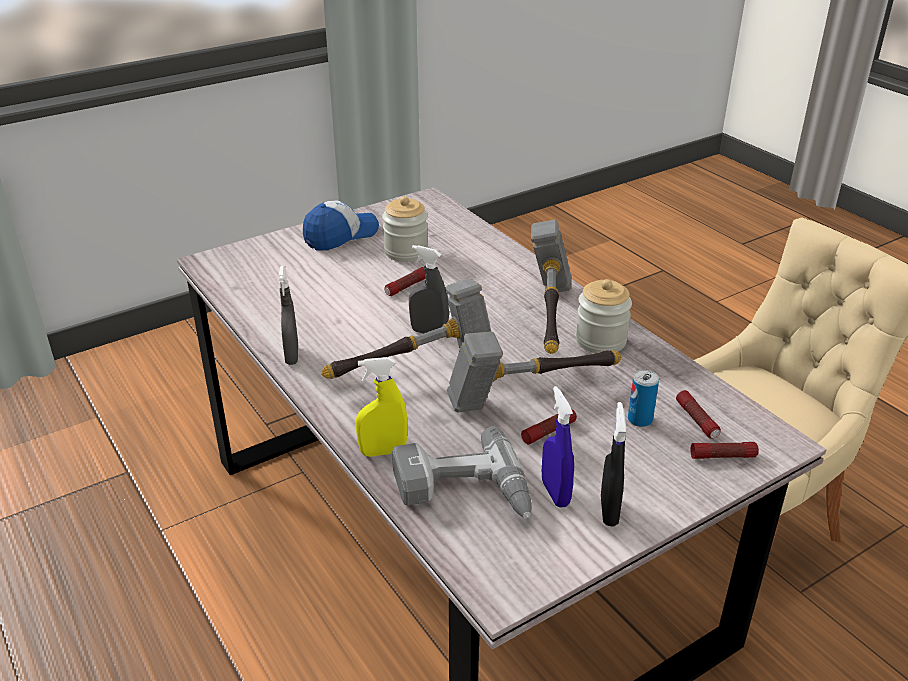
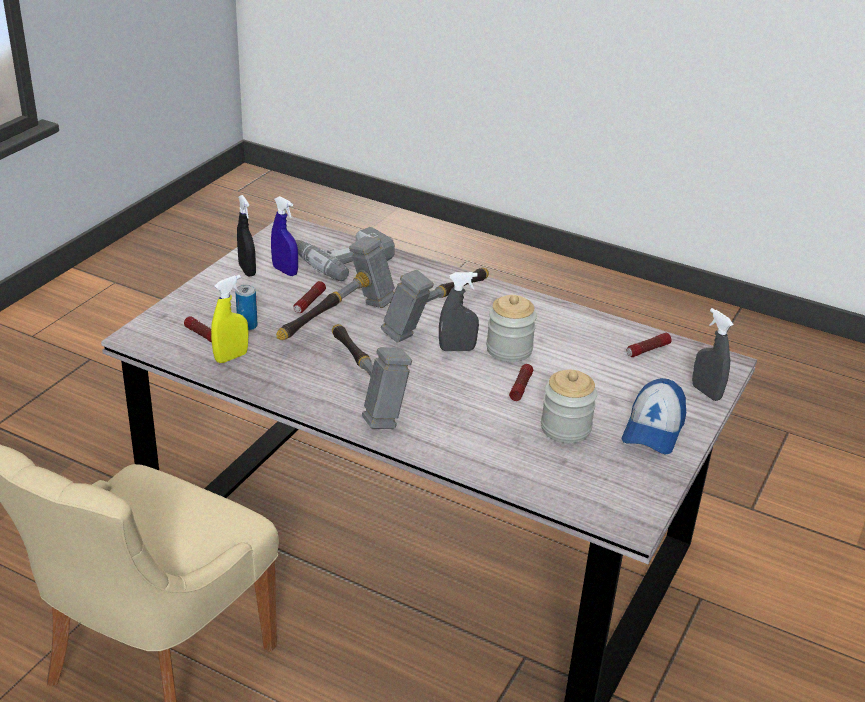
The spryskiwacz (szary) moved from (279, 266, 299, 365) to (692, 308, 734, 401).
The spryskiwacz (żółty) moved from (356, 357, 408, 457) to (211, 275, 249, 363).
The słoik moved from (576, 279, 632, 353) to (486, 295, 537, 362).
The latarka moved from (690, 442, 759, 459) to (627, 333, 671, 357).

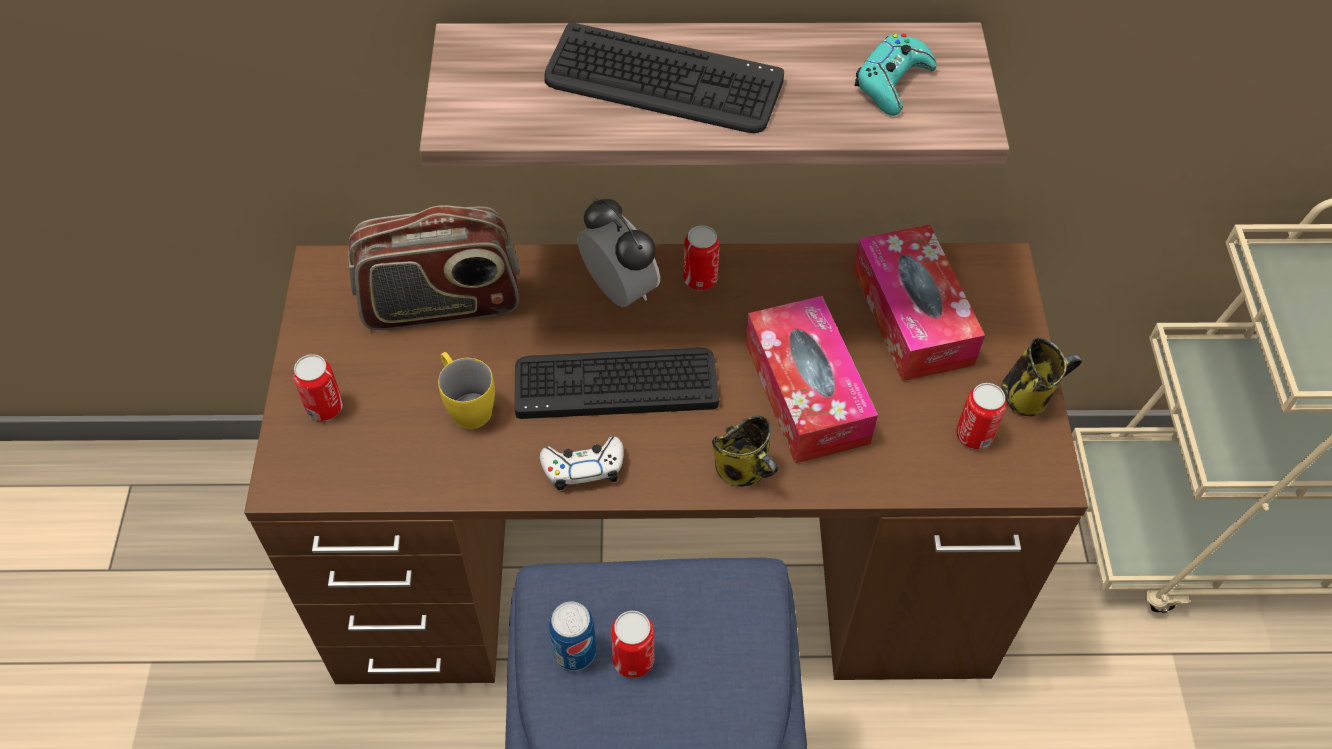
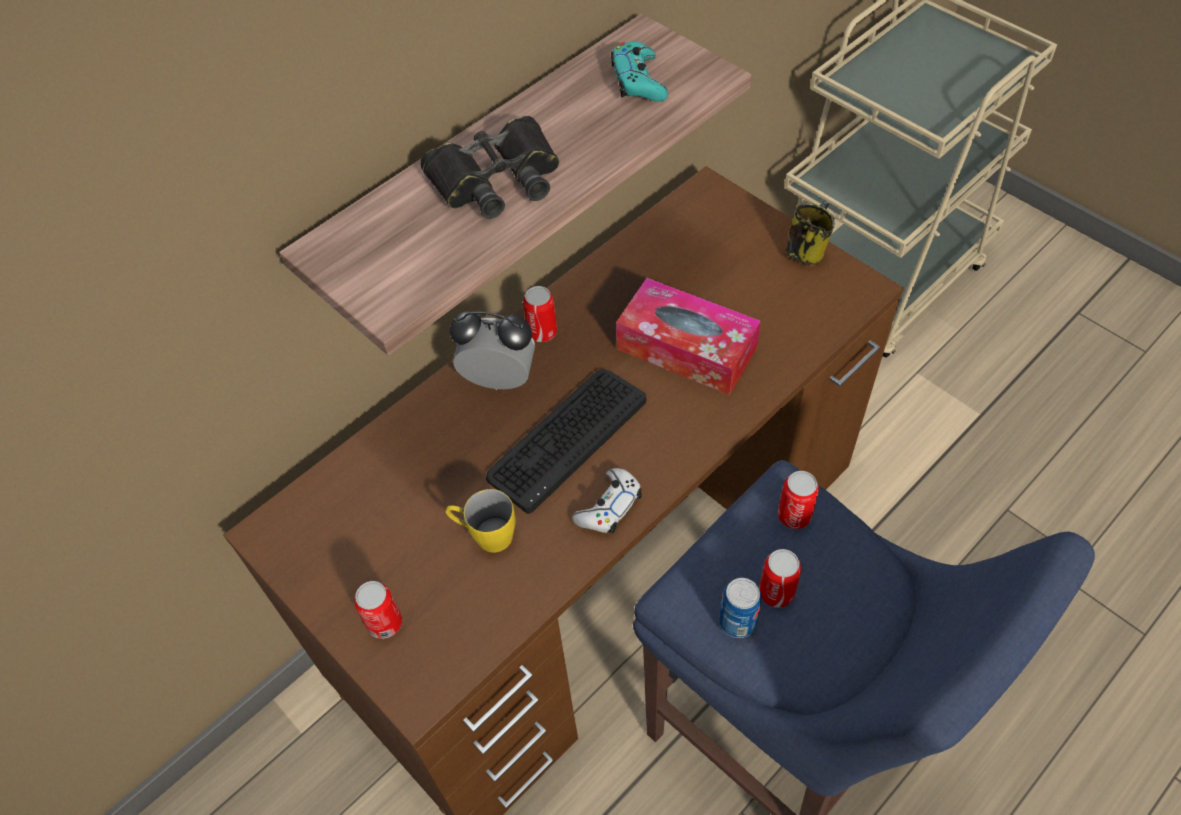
The radio at (348, 205, 520, 330) disappeared.
The klawiatura at (544, 23, 784, 133) was replaced by the lornetka (czarny) at (420, 116, 559, 219).
The kubek at (712, 416, 778, 487) disappeared.
The pudełko chusteczek at (853, 224, 985, 381) disappeared.
The puszka moved from (956, 383, 1006, 449) to (778, 471, 819, 529).

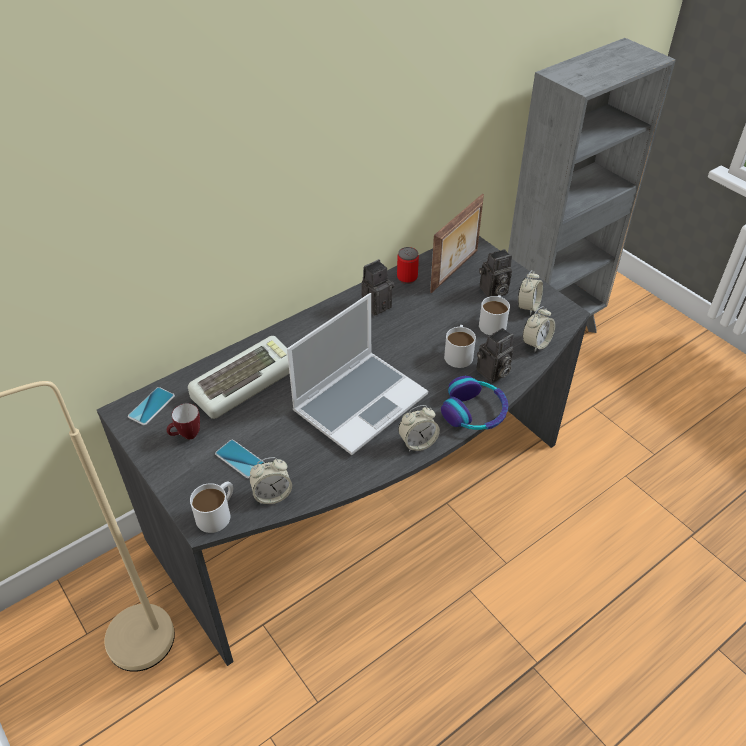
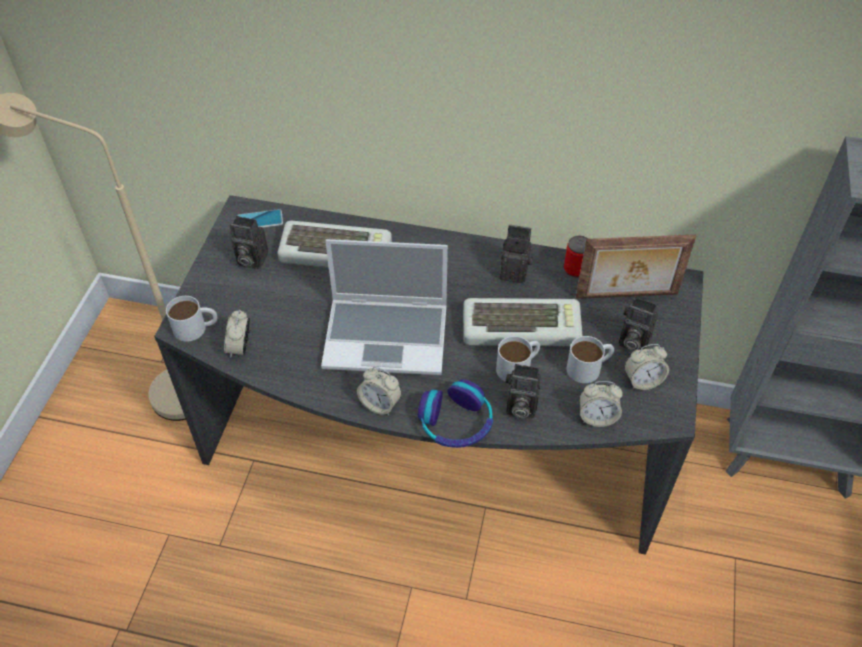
The kubek at (167, 403, 200, 439) was replaced by the aparat fotograficzny at (230, 216, 269, 269).
The telefon at (215, 440, 265, 479) disappeared.
The budzik at (249, 457, 292, 504) turned 60 degrees clockwise.
The klawiatura at (463, 298, 583, 346) appeared.

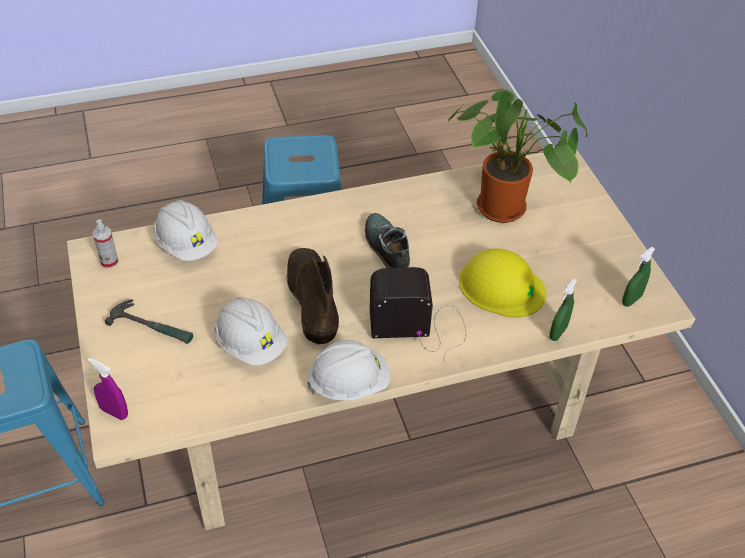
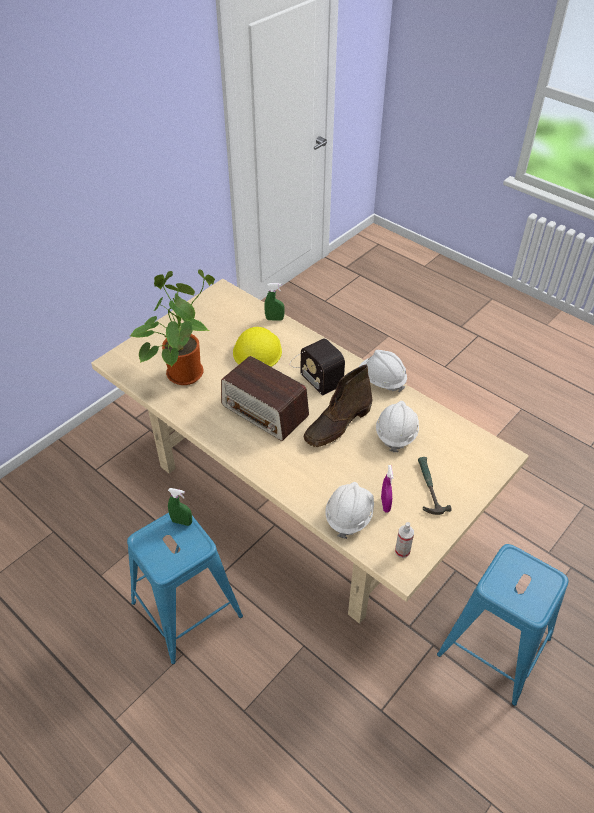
The spryskiwacz (fioletowy) moved from (88, 358, 128, 420) to (381, 465, 393, 512).
The but at (365, 213, 410, 268) was replaced by the radio at (221, 356, 309, 441).
The spryskiwacz (zielony) moved from (622, 247, 655, 307) to (168, 488, 192, 526).

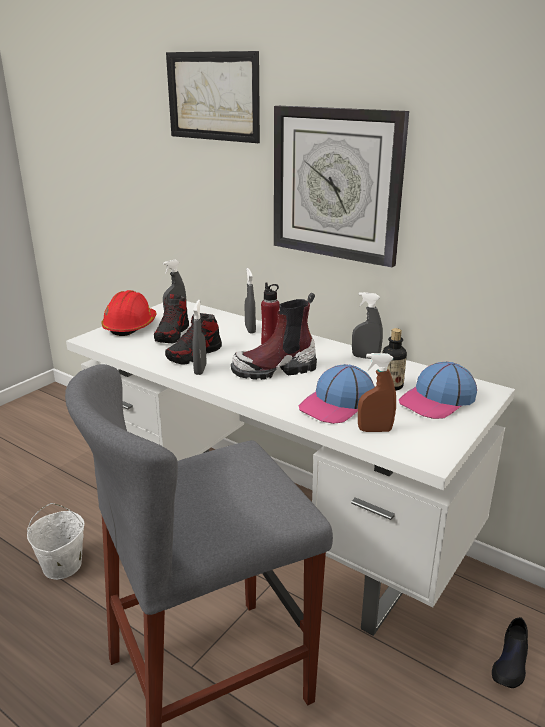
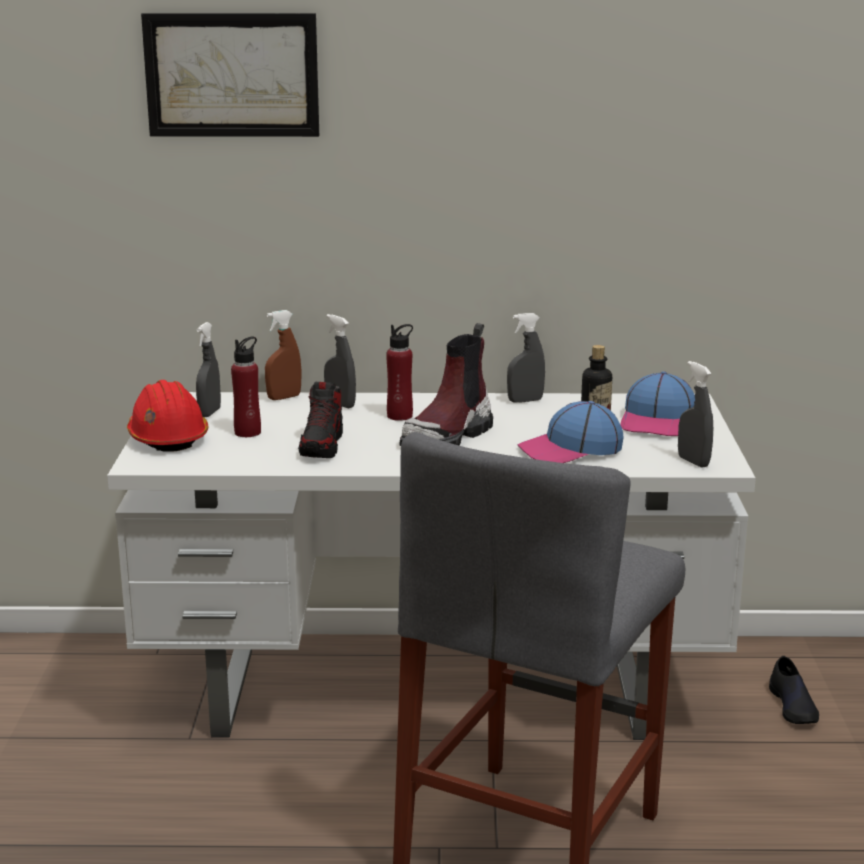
The wiadro (biały) at (27, 503, 84, 580) disappeared.
The but at (154, 294, 189, 343) was replaced by the butelka (czerwony) at (231, 337, 261, 437).
The spryskiwacz (szary) moved from (192, 300, 206, 375) to (678, 361, 713, 468).
The zegar ścienny at (274, 106, 409, 268) disappeared.
The czapka z daszkiem at (299, 364, 375, 424) turned 60 degrees clockwise.
The spryskiwacz (brązowy) moved from (358, 353, 396, 432) to (265, 310, 301, 400).

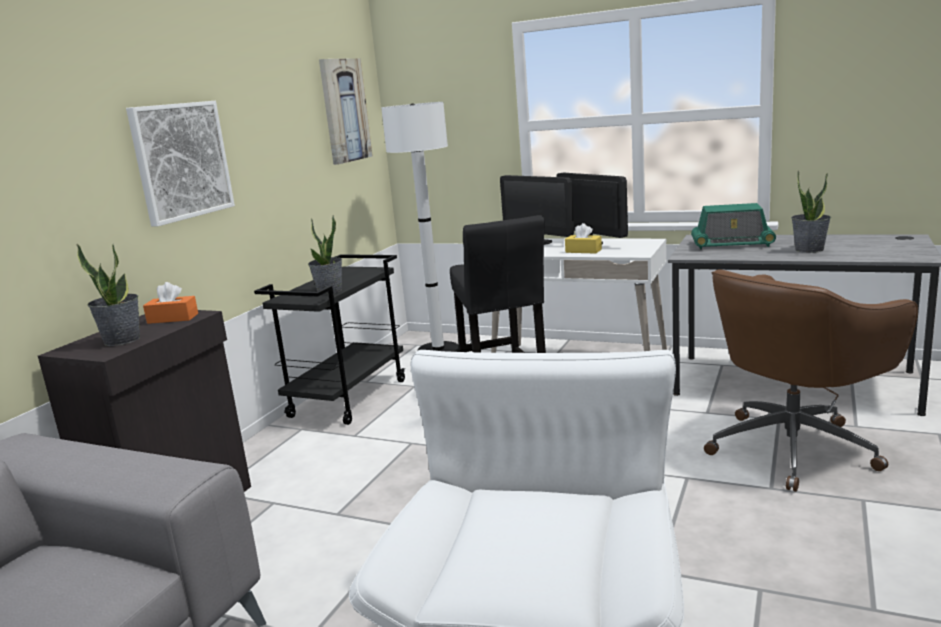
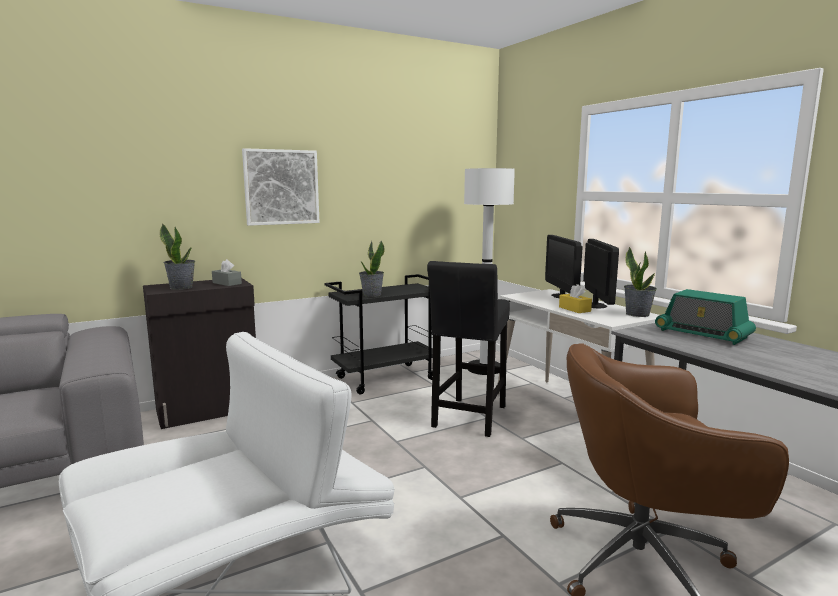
The pudełko chusteczek (pomarańczowy) at (143, 282, 198, 324) became the pudełko chusteczek (szary) at (212, 259, 242, 286).
The obraz at (319, 58, 373, 165) disappeared.
The roślina doniczkowa moved from (791, 171, 831, 253) to (624, 247, 657, 317).

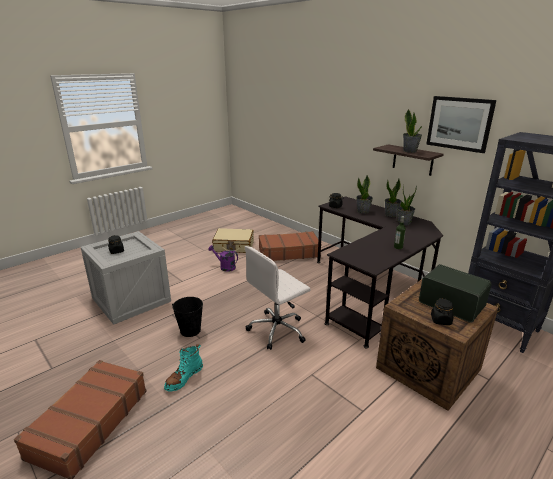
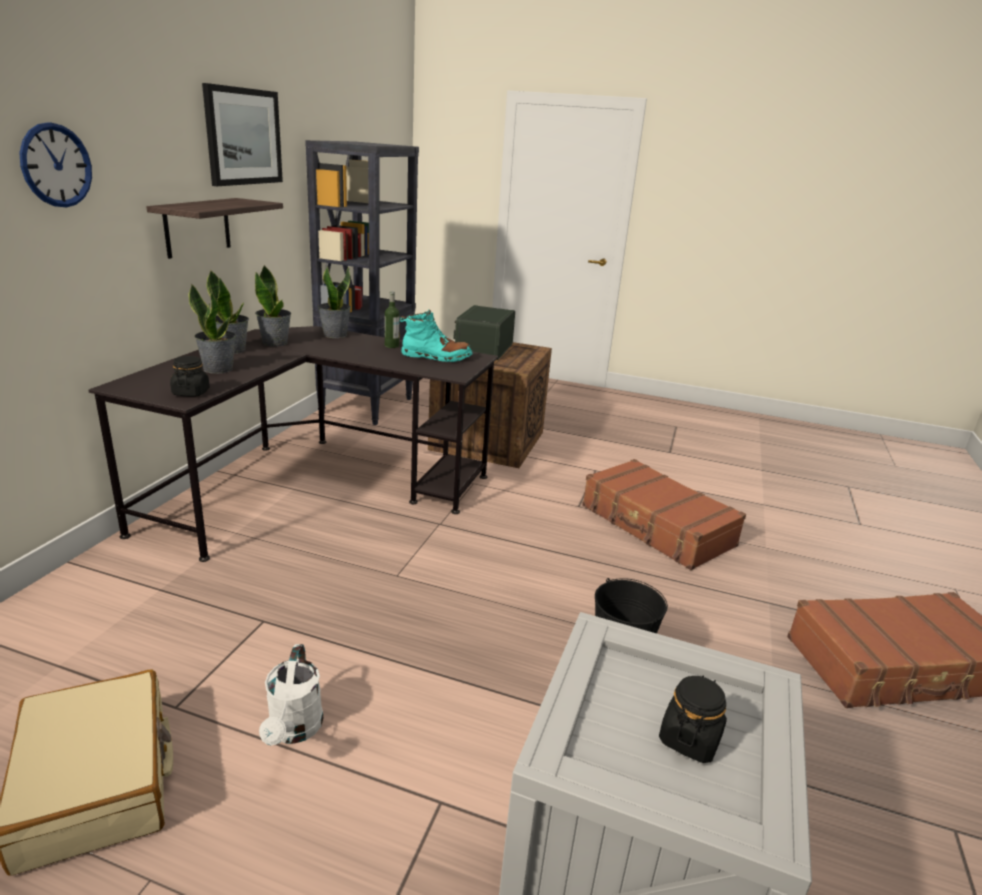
The but z cholewką (turkusowy) moved from (164, 344, 203, 392) to (400, 310, 473, 362).
The konewka (fioletowy) at (208, 245, 238, 272) became the konewka (biały) at (259, 644, 323, 745).
The krzesło biurowe (biały) at (245, 246, 311, 350) disappeared.
The walizka (brązowy) moved from (259, 231, 321, 261) to (582, 459, 746, 570).
The roślina doniczkowa moved from (403, 109, 422, 153) to (318, 266, 351, 338).
The słoik (czarny) at (431, 298, 454, 325) disappeared.
The zegar ścienny at (19, 122, 92, 208) appeared.

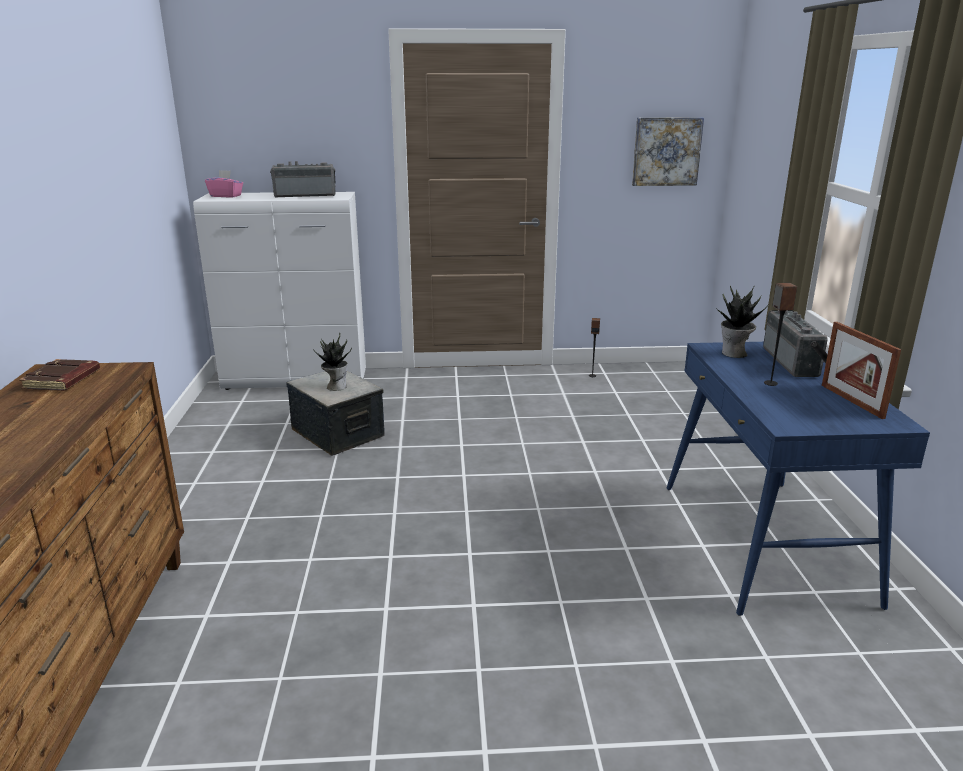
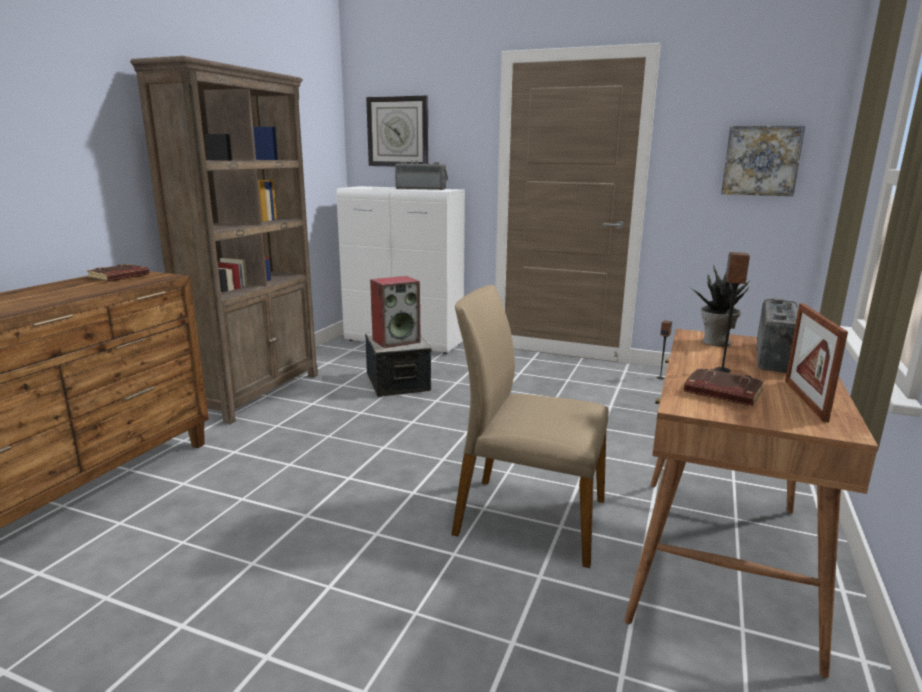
The pudełko chusteczek (różowy) at (205, 170, 243, 198) disappeared.
The roślina doniczkowa at (313, 333, 352, 391) was replaced by the głośnik at (370, 276, 421, 348).
The biurko (niebieski) at (667, 342, 930, 616) became the biurko (brązowy) at (624, 329, 878, 678).
The regał (brązowy) at (130, 56, 318, 424) appeared.
The zegar ścienny at (366, 96, 429, 167) appeared.
The krzesło (beżowy) at (451, 285, 609, 568) appeared.
The książka (brązowy) at (684, 367, 765, 406) appeared.

